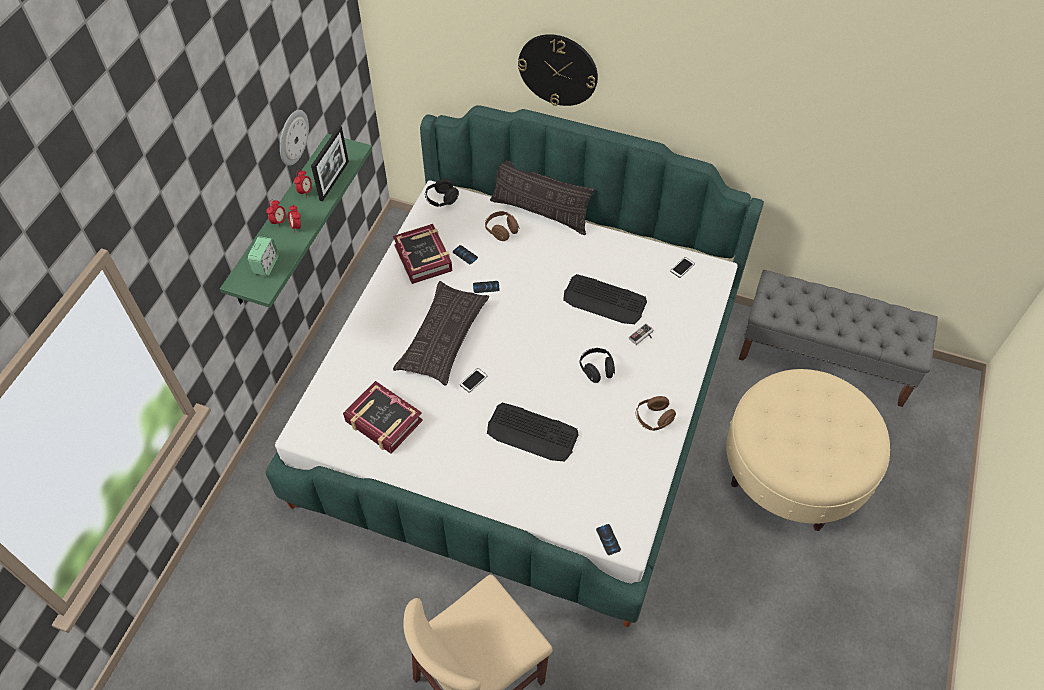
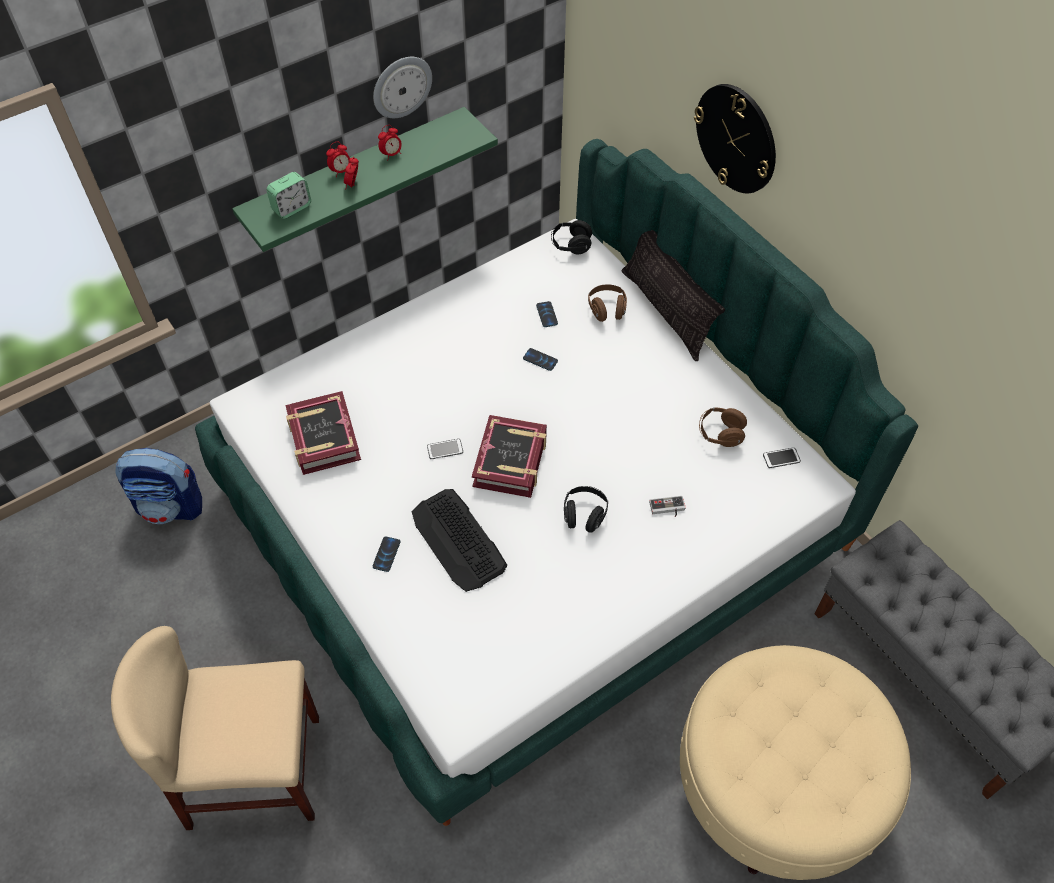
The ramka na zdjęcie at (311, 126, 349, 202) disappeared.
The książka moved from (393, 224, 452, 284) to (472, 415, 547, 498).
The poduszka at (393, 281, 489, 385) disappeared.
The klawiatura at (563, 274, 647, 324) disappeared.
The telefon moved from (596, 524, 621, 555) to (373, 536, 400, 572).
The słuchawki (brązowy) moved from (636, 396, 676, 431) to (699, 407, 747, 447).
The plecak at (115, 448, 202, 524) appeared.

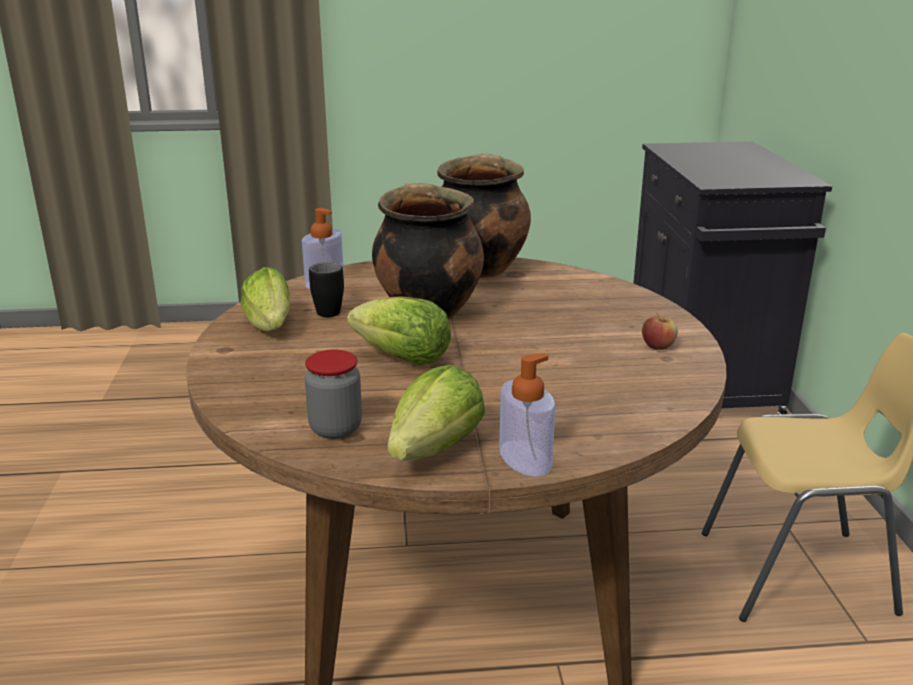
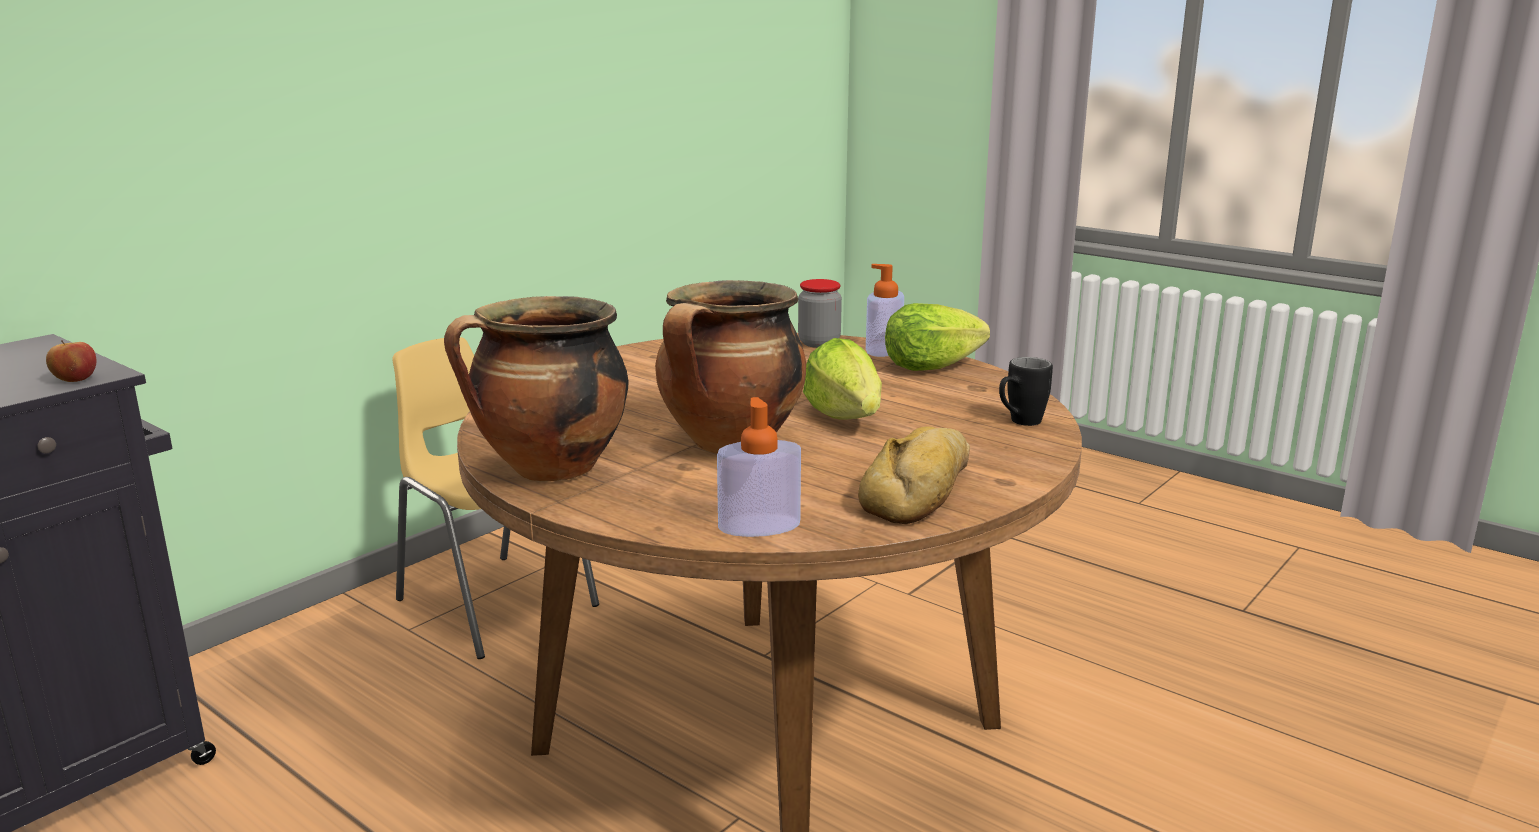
The sałata at (240, 267, 290, 331) was replaced by the chleb at (858, 426, 970, 524).
The słoik moved from (305, 350, 362, 439) to (798, 279, 842, 348).
The kubek (czarny) moved from (309, 262, 344, 317) to (999, 357, 1053, 426).
The jabłko moved from (642, 313, 678, 350) to (46, 340, 97, 382).

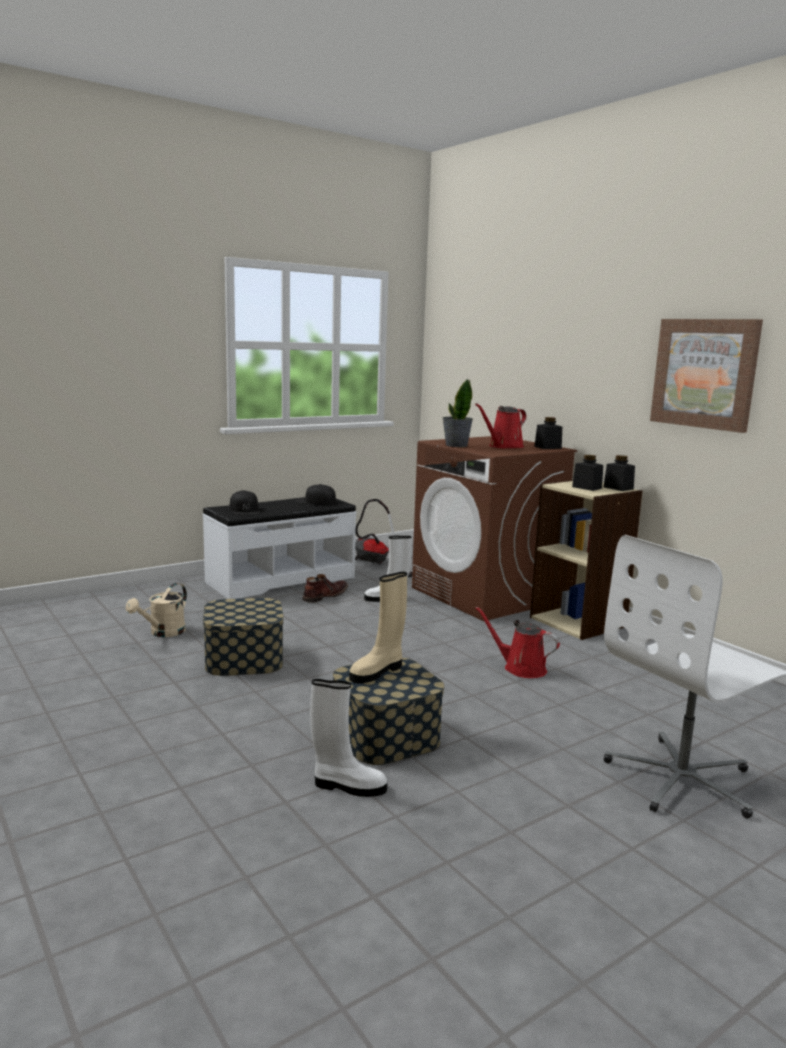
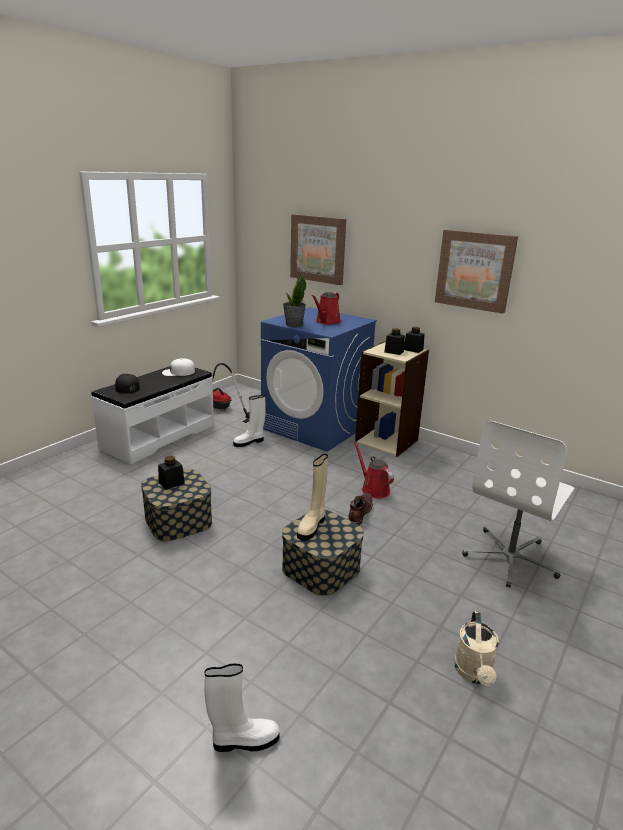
The konewka (beżowy) moved from (126, 583, 187, 637) to (454, 611, 499, 686).
The czapka z daszkiem (czarny) at (295, 484, 336, 505) became the czapka z daszkiem (biały) at (162, 358, 195, 376).
The but z cholewką (brązowy) moved from (302, 574, 348, 603) to (348, 493, 373, 526).
The but z cholewką (biały) moved from (310, 679, 387, 797) to (204, 663, 279, 752).
The pralka (brązowy) at (412, 436, 577, 621) became the pralka (niebieski) at (261, 307, 377, 452).
The konewka (czerwony) at (475, 606, 560, 678) turned 45 degrees clockwise.
The słoik (czarny) moved from (534, 417, 562, 449) to (158, 456, 185, 490).
The obraz at (290, 214, 346, 285) appeared.

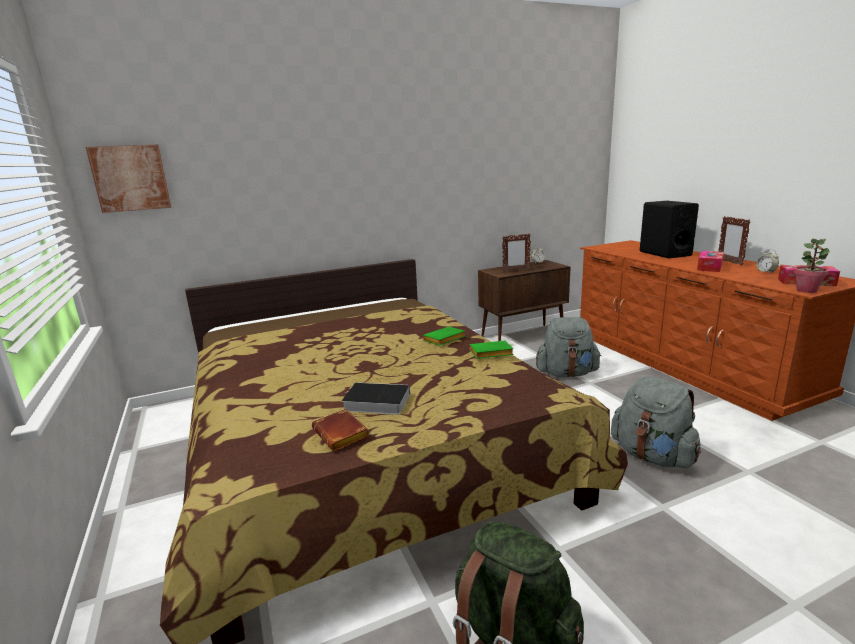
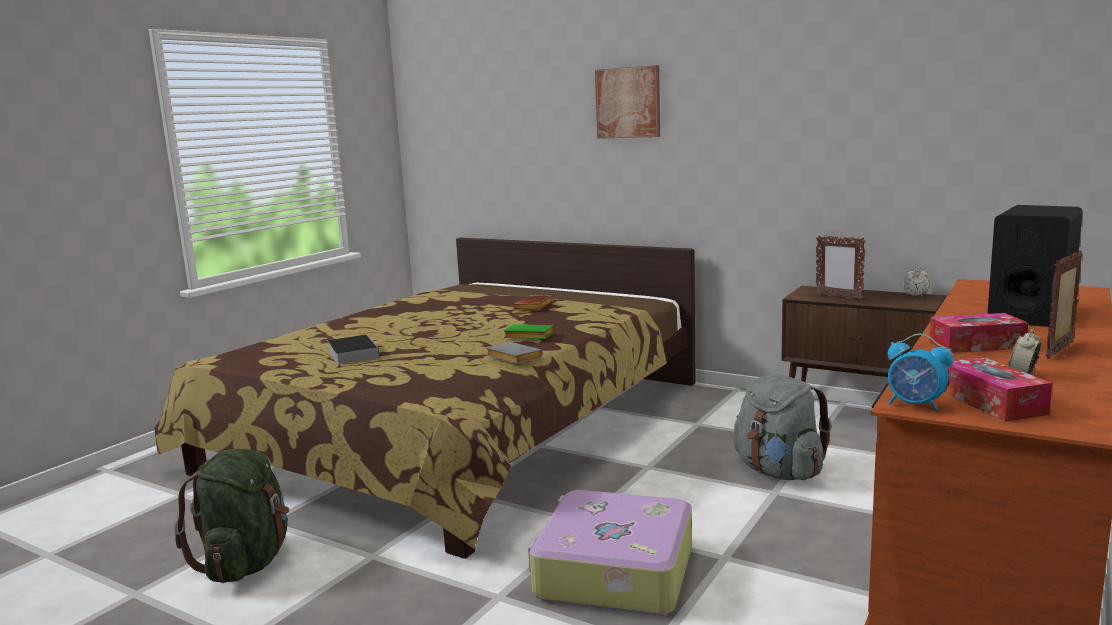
The obraz moved from (86, 144, 171, 213) to (595, 65, 660, 139).
The książka (brązowy) moved from (312, 409, 369, 451) to (513, 295, 553, 310).
The książka (zielony) at (470, 340, 514, 359) became the książka (szary) at (486, 342, 543, 364).
The plecak (szary) at (611, 376, 701, 469) was replaced by the walizka at (528, 490, 692, 615).
The roślina doniczkowa at (793, 238, 830, 293) was replaced by the budzik at (888, 334, 953, 412).

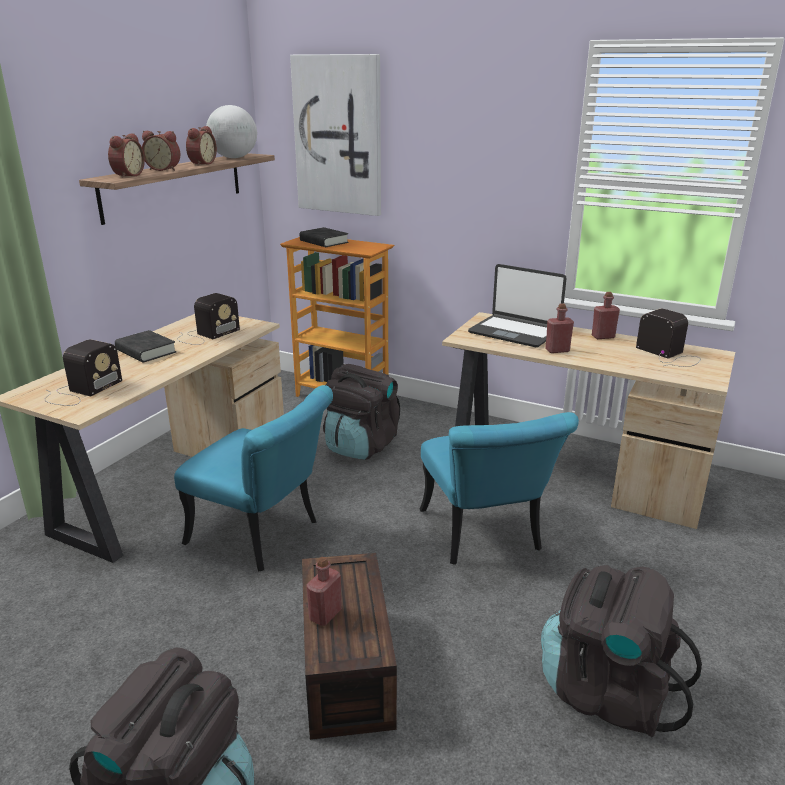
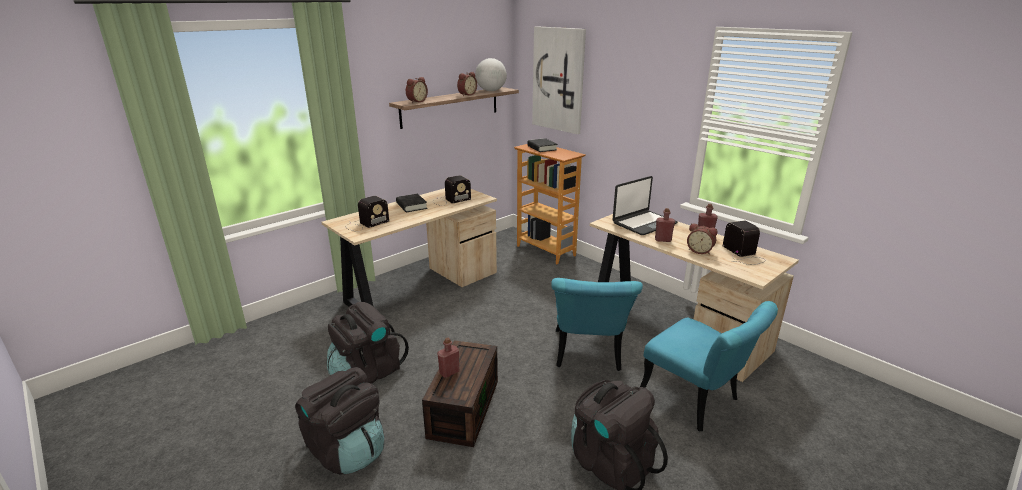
The budzik moved from (142, 131, 180, 171) to (687, 223, 718, 255).
The krzesło (turkusowy) moved from (174, 385, 333, 571) to (640, 301, 778, 431).
The plecak (czarny) moved from (323, 364, 400, 460) to (327, 302, 409, 384).
The laptop at (468, 264, 567, 347) turned 90 degrees counterclockwise.

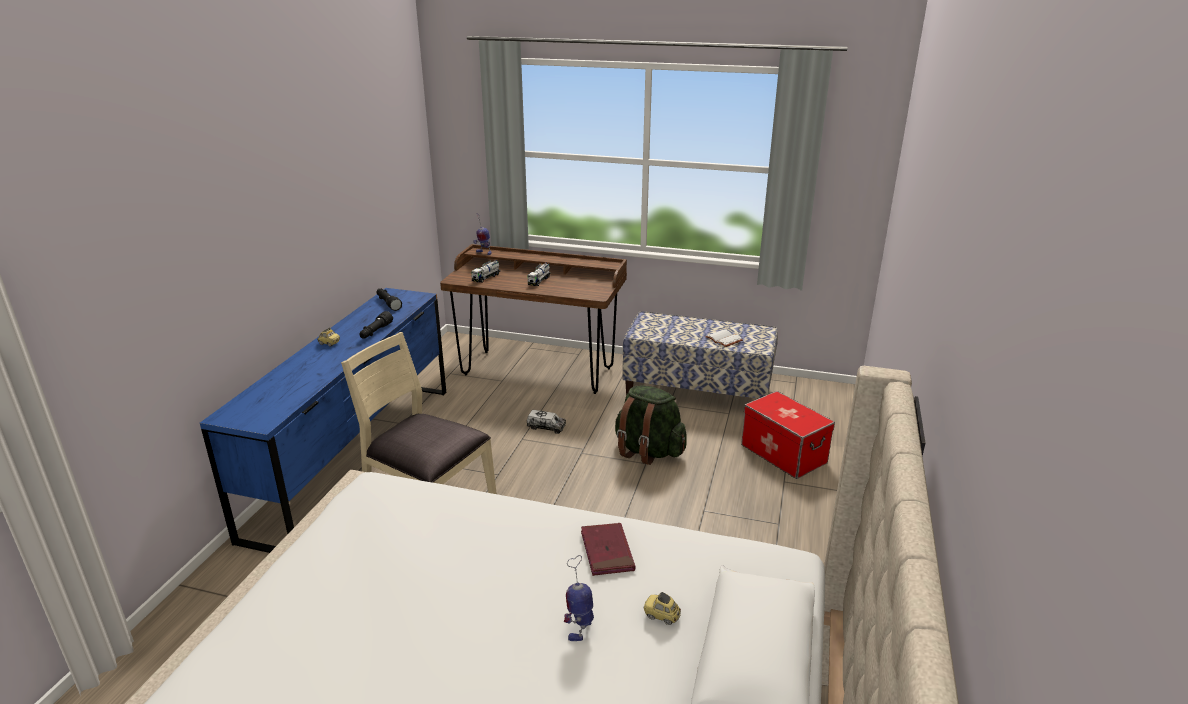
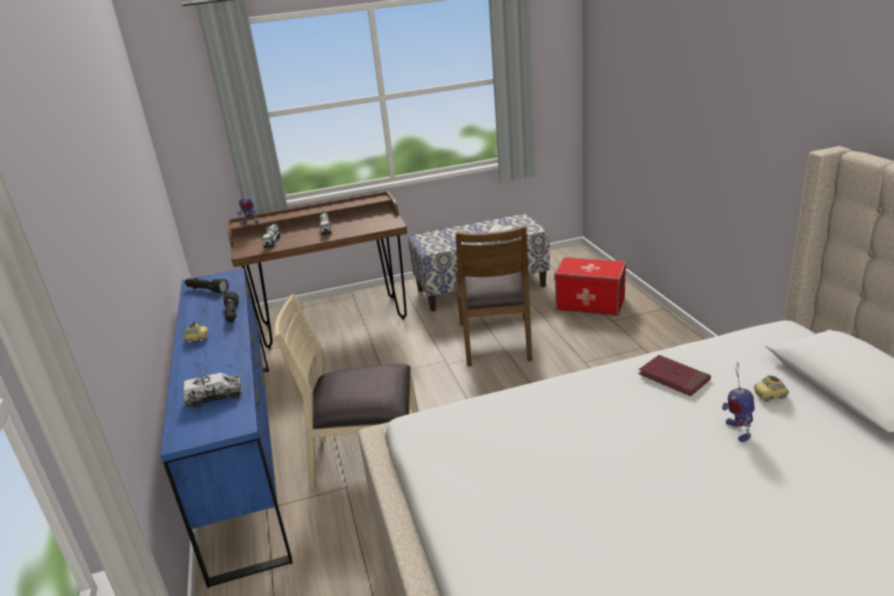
The ciężarówka zabawkowa moved from (526, 410, 566, 434) to (183, 373, 242, 408).
The plecak (zielony) at (615, 385, 687, 465) was replaced by the krzesło (brązowy) at (455, 226, 532, 366).

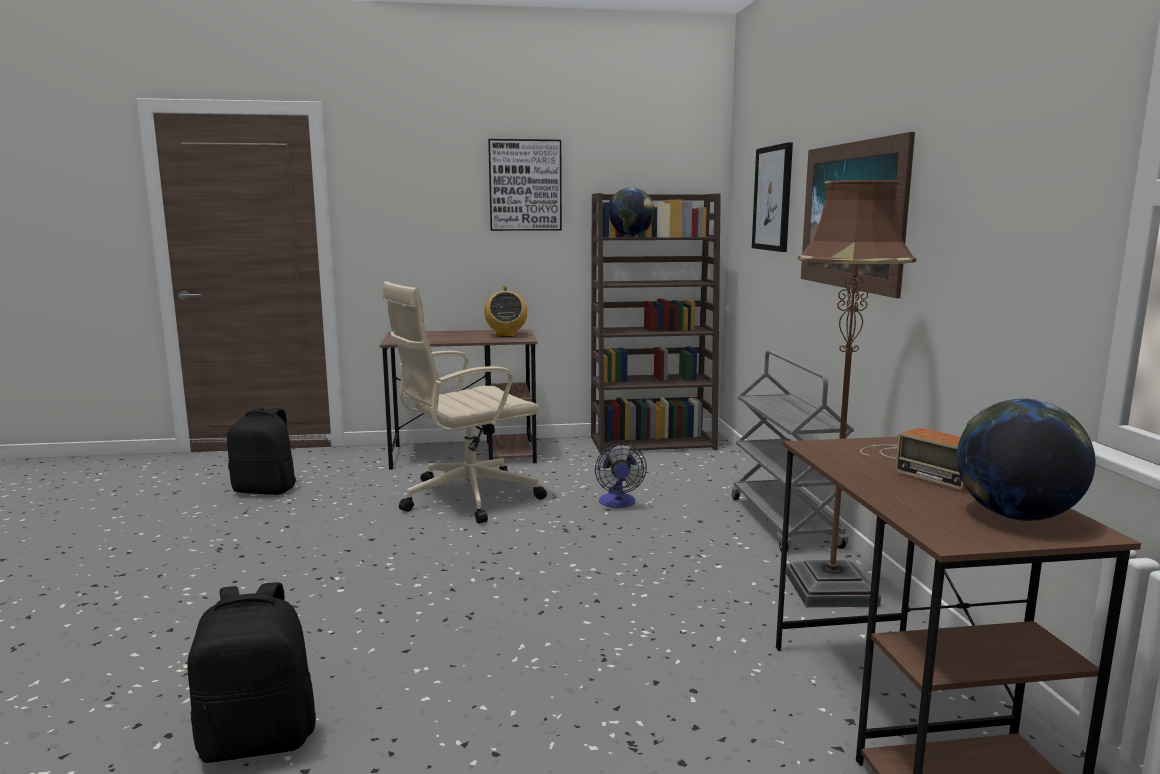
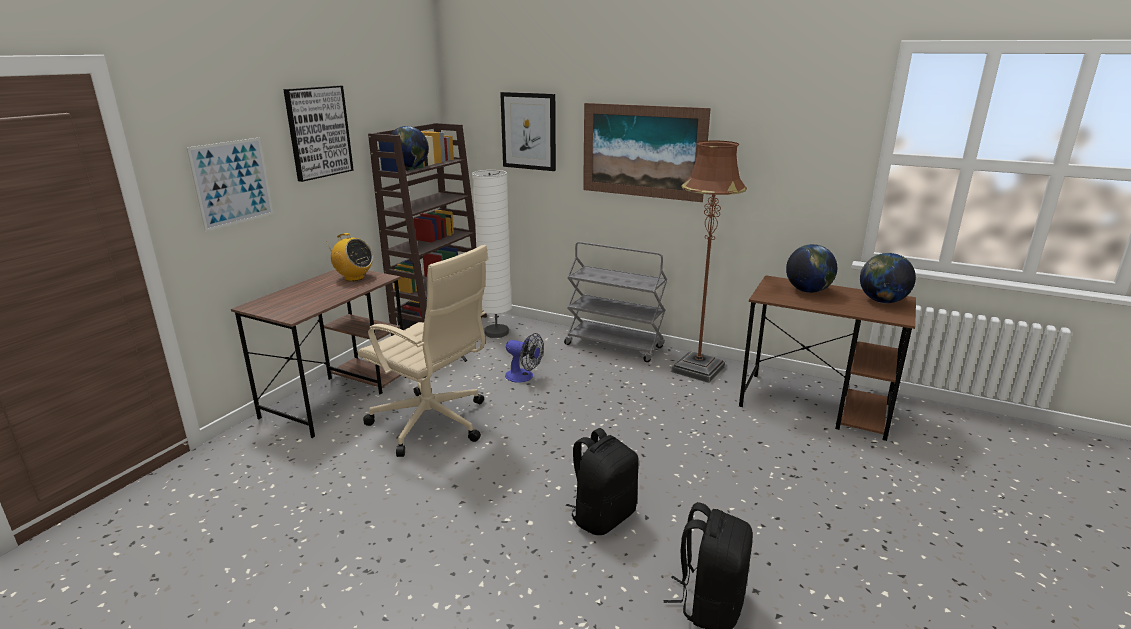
The plecak (czarny) moved from (227, 407, 296, 495) to (566, 428, 639, 535).
The krzesło biurowe (beżowy) at (382, 281, 547, 524) turned 60 degrees counterclockwise.
The radio at (860, 428, 966, 490) was replaced by the globus at (786, 244, 837, 293).
The obraz at (187, 138, 273, 232) appeared.
The lampa stojąca (biały) at (472, 170, 512, 338) appeared.

